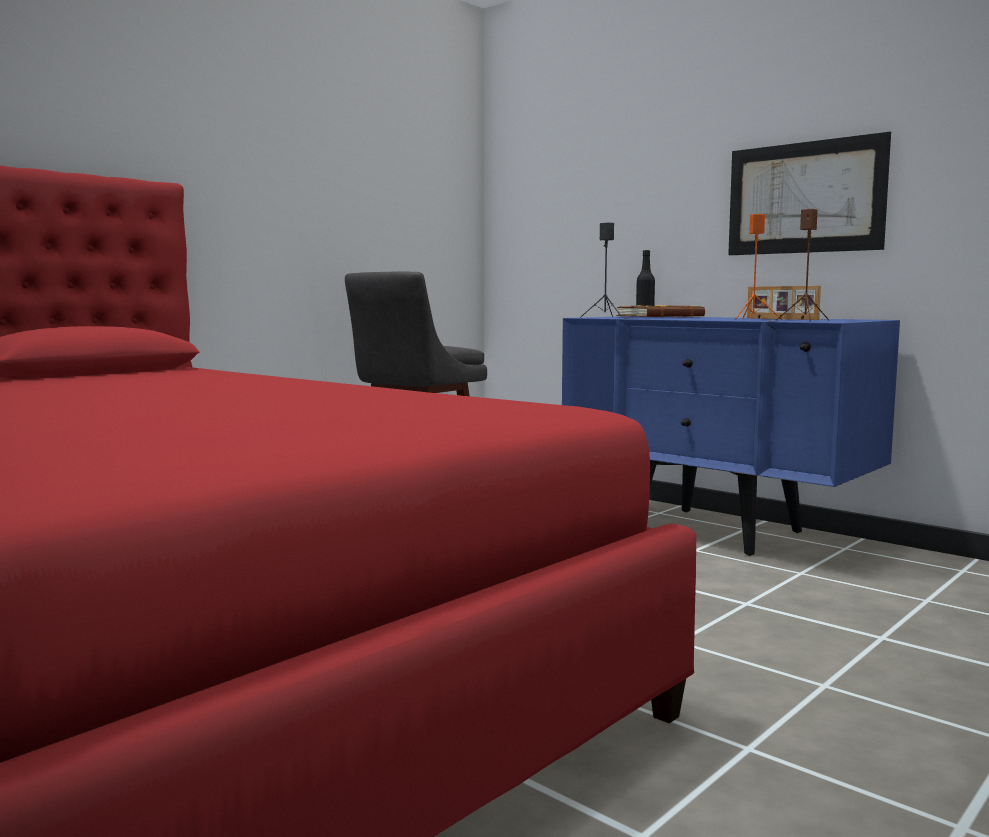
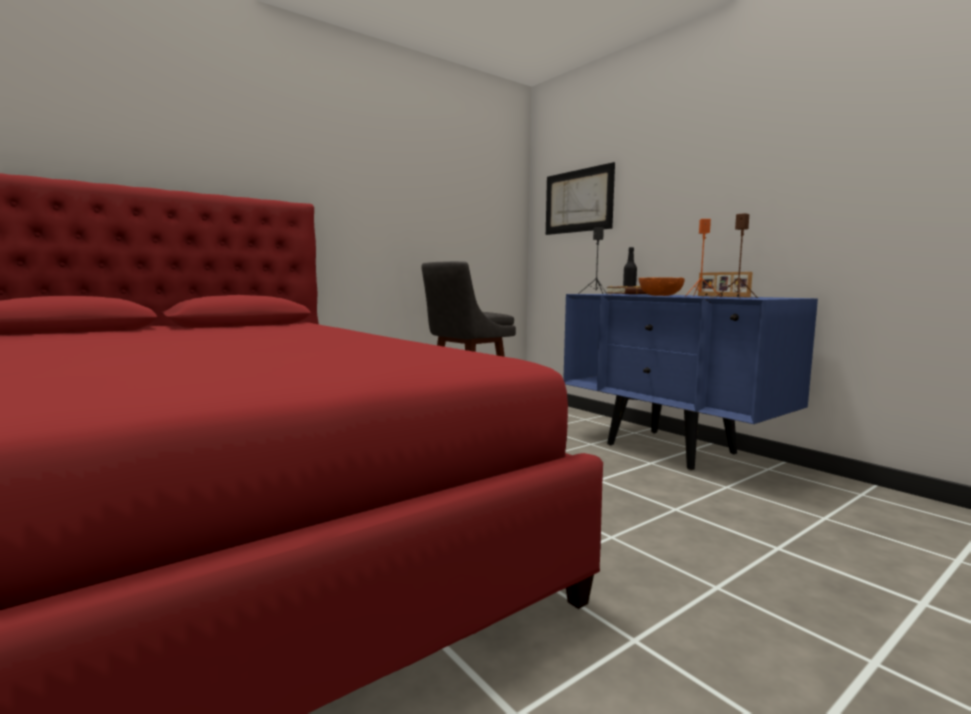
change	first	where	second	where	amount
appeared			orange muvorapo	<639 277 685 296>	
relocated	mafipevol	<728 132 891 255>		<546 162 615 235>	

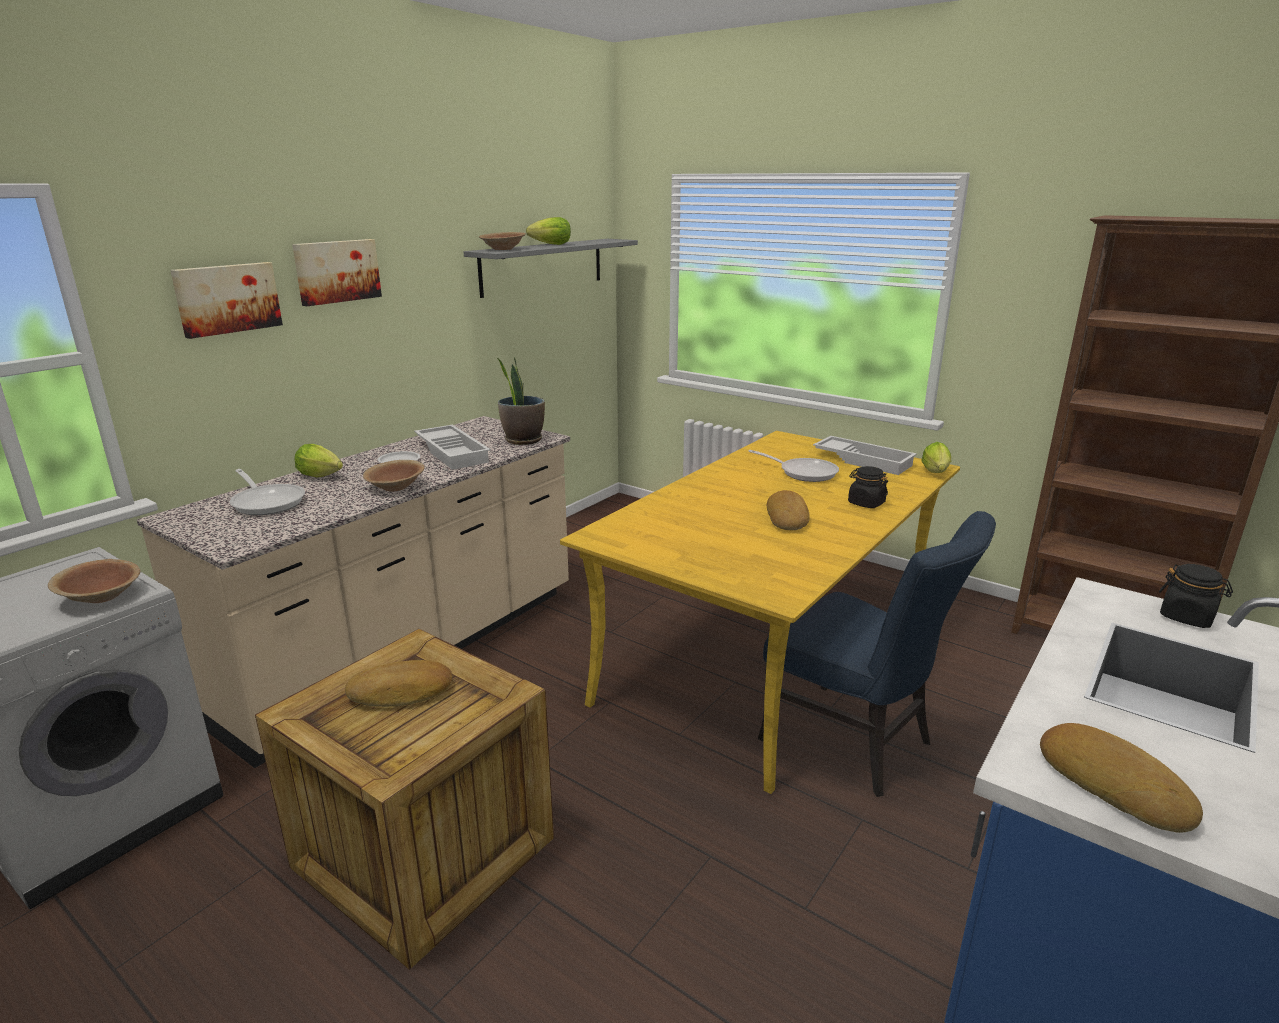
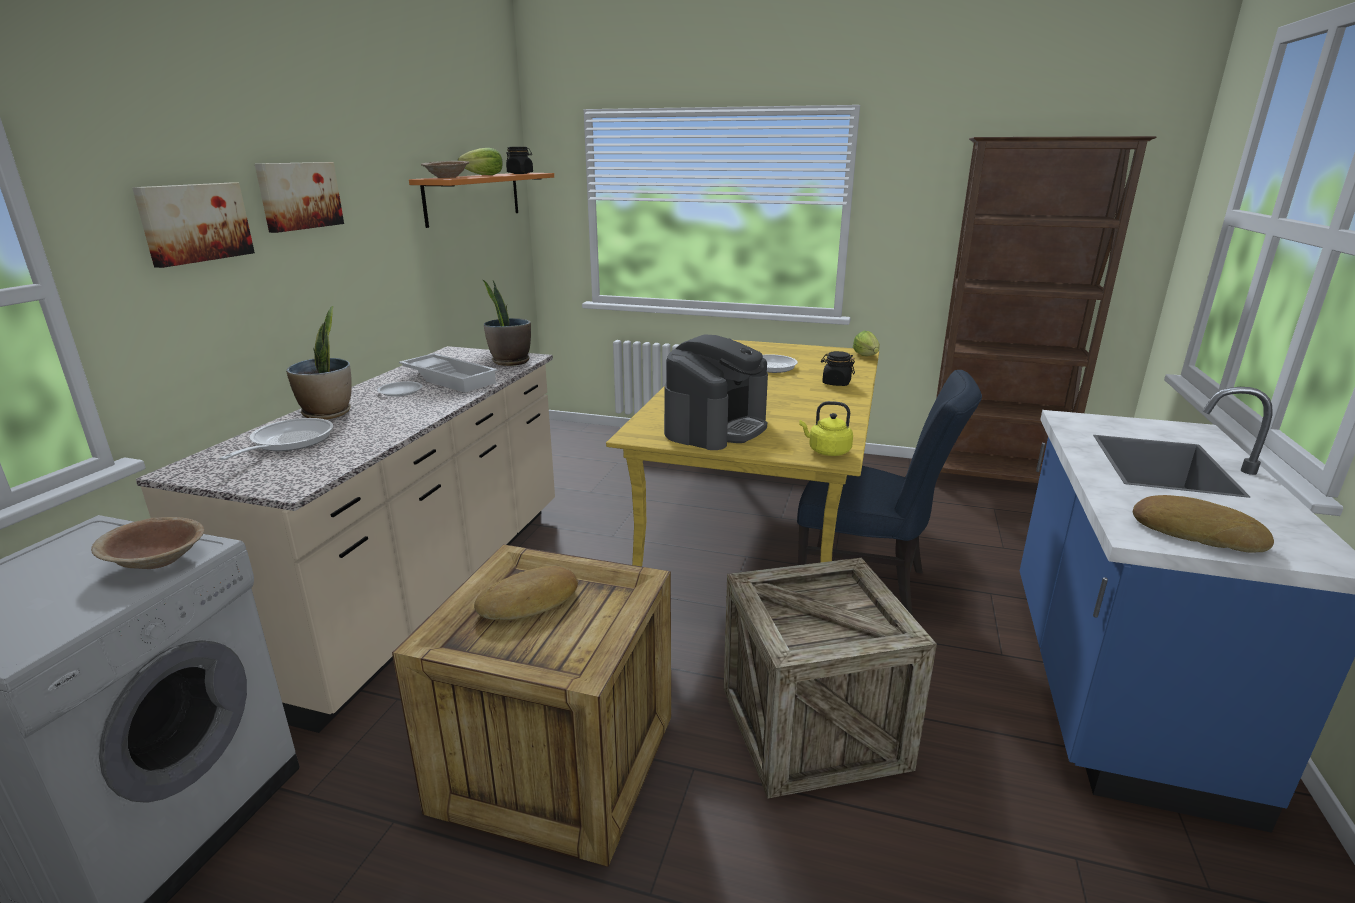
change	first	where	second	where	amount
missing	brown muvorapo	<363 460 425 491>			
missing	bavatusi	<767 490 810 530>			
missing	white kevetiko	<813 436 917 475>			
appeared			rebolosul	<664 334 768 450>	
appeared			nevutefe	<724 558 937 798>	
appeared			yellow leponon	<799 401 853 456>	
relocated	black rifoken	<1159 564 1233 628>		<506 147 533 174>	
exchanged	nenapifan	<294 444 343 478>	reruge	<286 306 352 420>	
colour	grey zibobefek	<464 239 638 298>	orange zibobefek	<409 173 554 228>	
spun	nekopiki	<230 469 305 515>		<219 418 333 460>	105 degrees counterclockwise

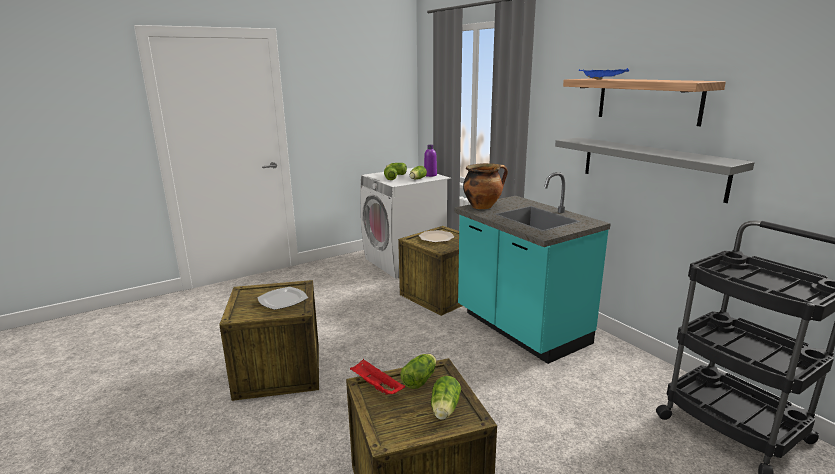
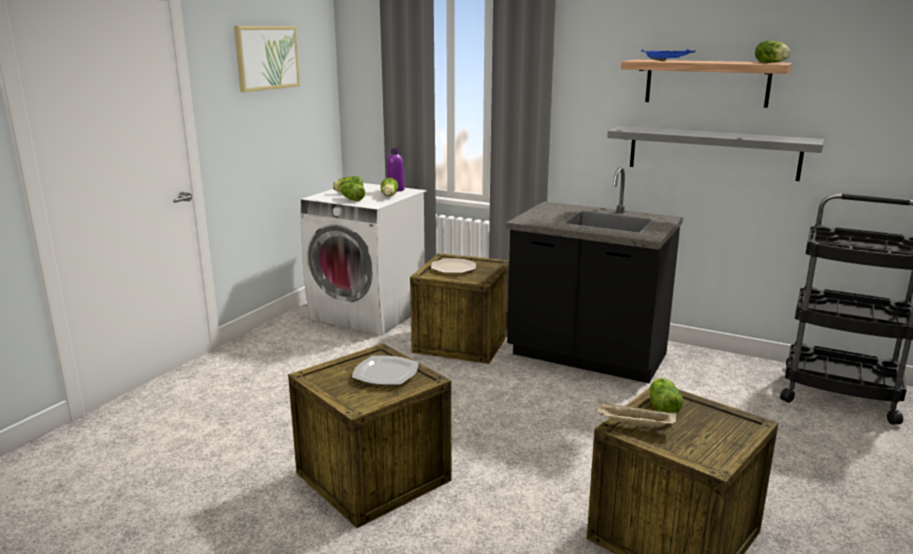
change	first	where	second	where	amount
missing	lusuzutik	<463 163 508 209>			
appeared			mafipevol	<234 26 300 92>	
relocated	nenapifan	<431 376 461 420>		<755 40 791 63>	
colour	red kevetiko	<350 359 405 395>	beige kevetiko	<598 402 677 429>	
colour	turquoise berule	<454 172 611 364>	black berule	<506 167 683 383>	

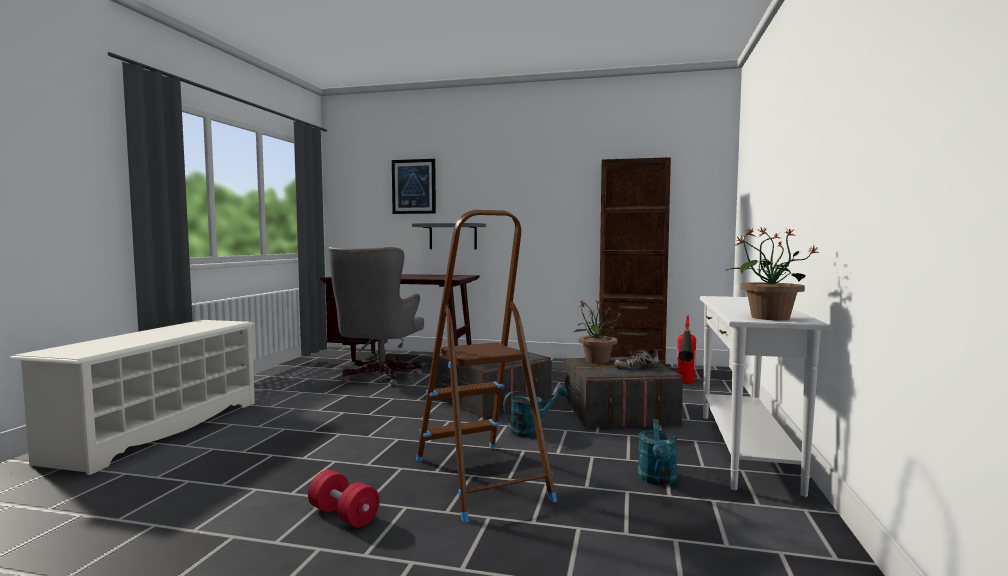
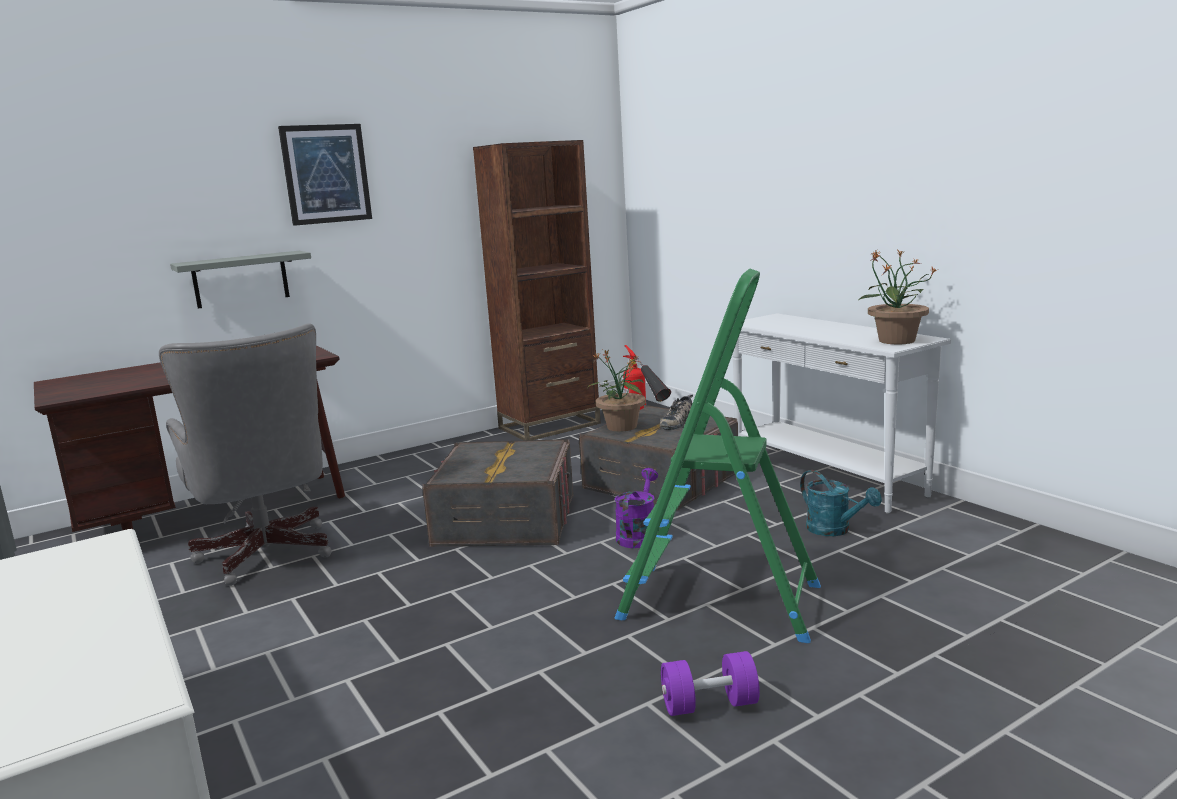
change	first	where	second	where	amount
relocated	mafipevol	<392 159 436 214>		<278 124 372 226>	
colour	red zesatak	<308 470 380 528>	purple zesatak	<661 651 760 716>	
colour	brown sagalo	<416 210 557 523>	green sagalo	<615 269 821 643>	
colour	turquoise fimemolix	<503 385 568 437>	purple fimemolix	<615 468 658 548>	

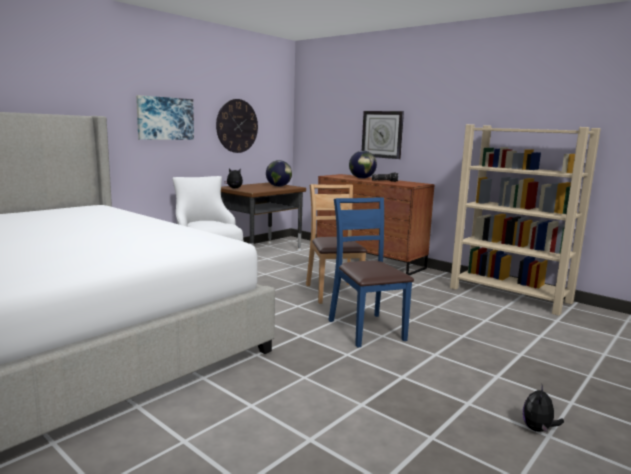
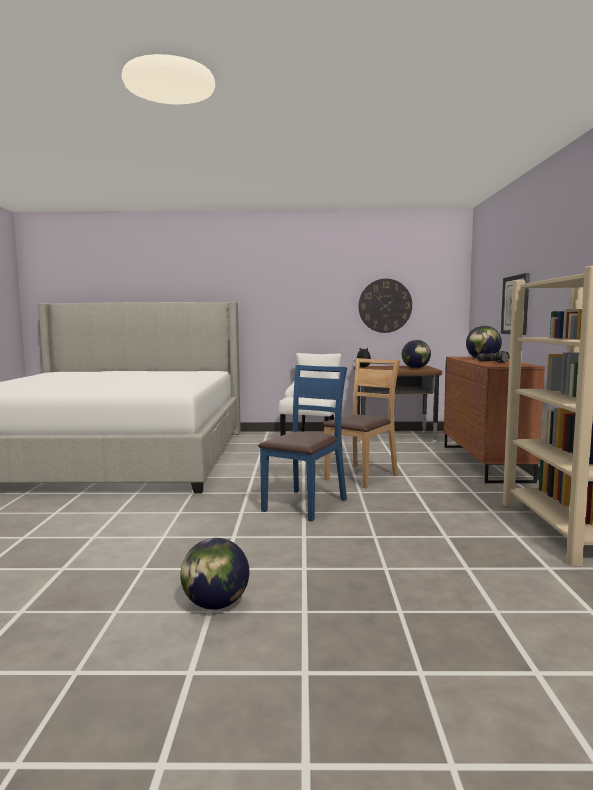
change	first	where	second	where	amount
missing	mafipevol	<136 95 194 140>			
exchanged	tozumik	<523 385 564 433>	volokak	<180 538 249 610>	

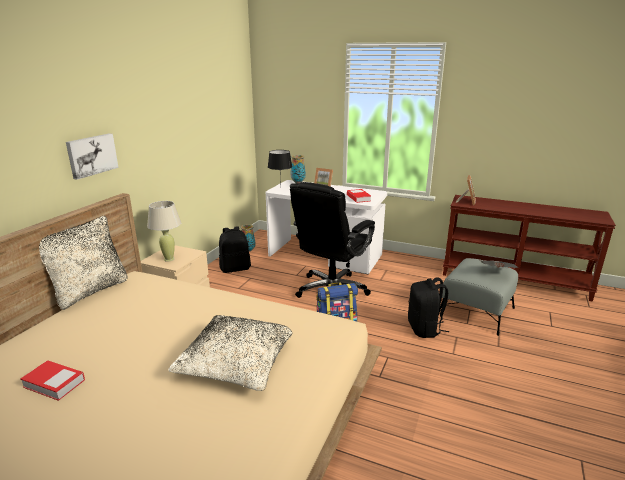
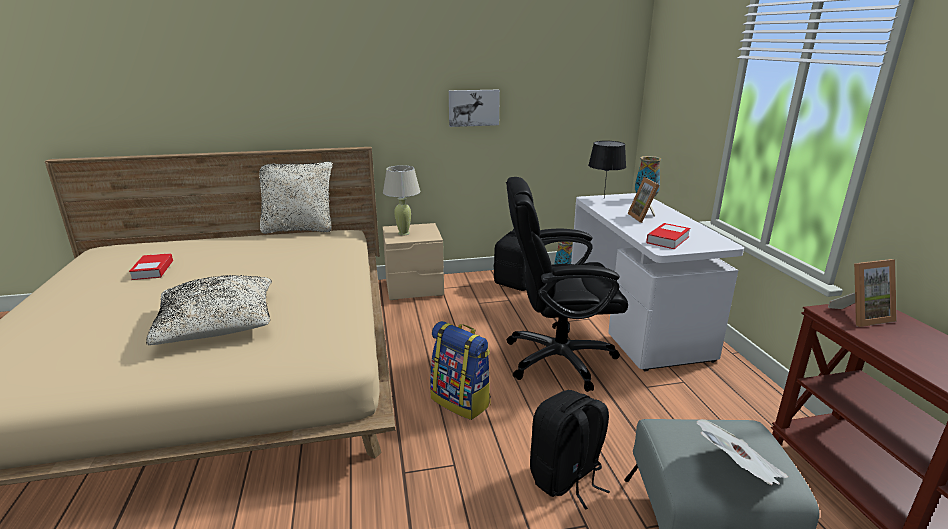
change	first	where	second	where	amount
relocated	mafipevol	<66 133 119 180>		<449 90 500 127>	

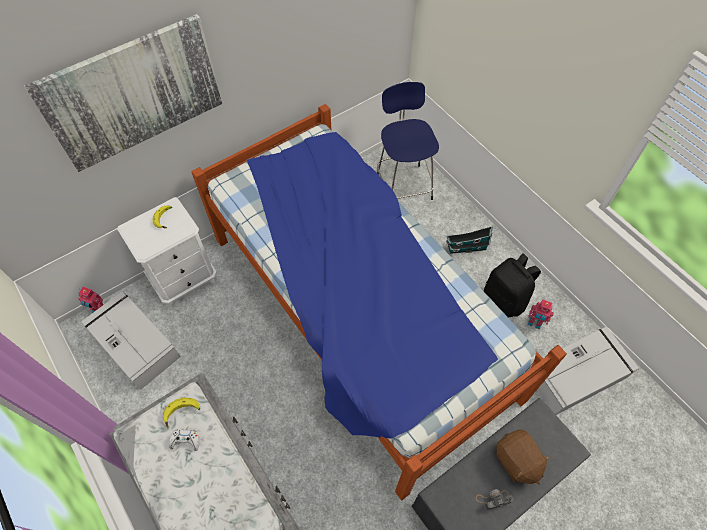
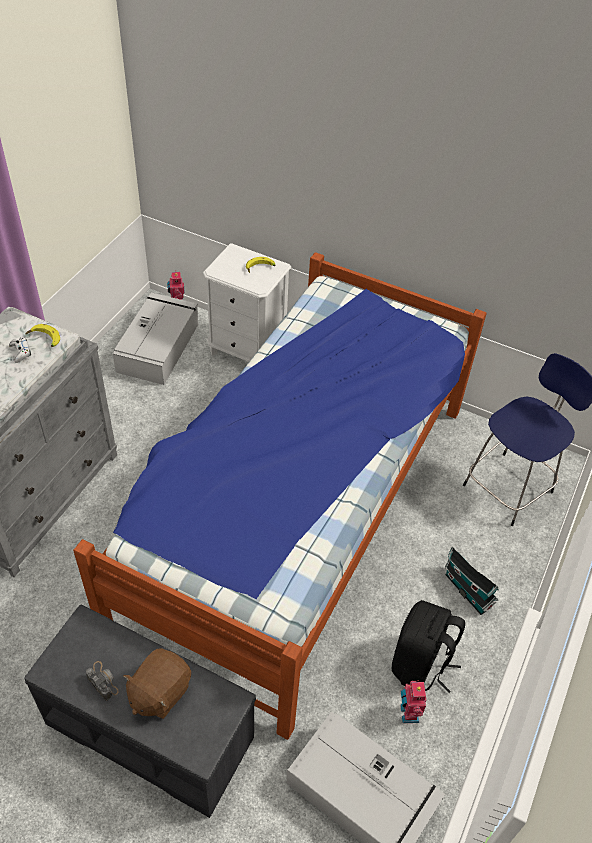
change	first	where	second	where	amount
missing	mafipevol	<24 14 222 172>			

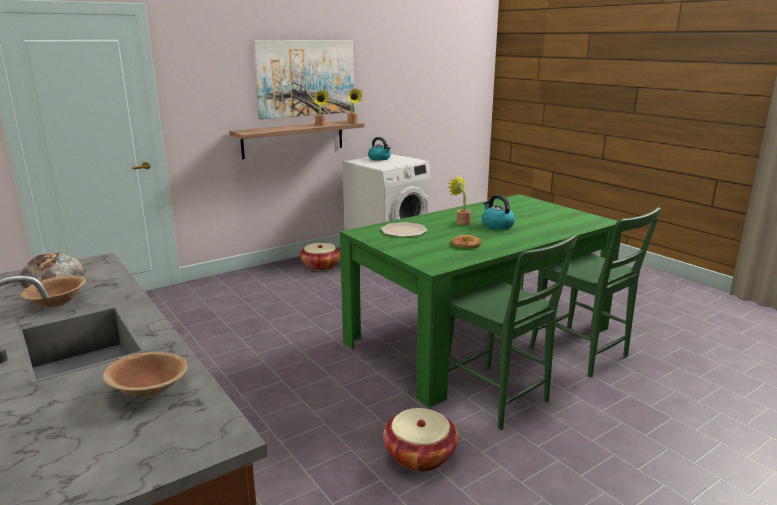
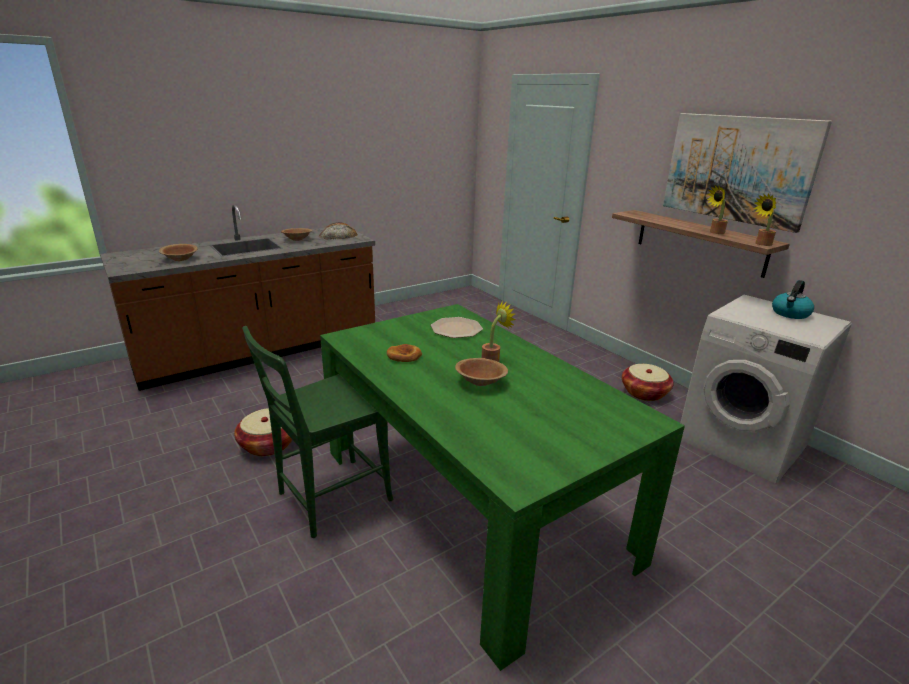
change	first	where	second	where	amount
missing	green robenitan	<529 207 661 377>			
exchanged	leponon	<482 195 515 230>	brown muvorapo	<455 358 508 386>	

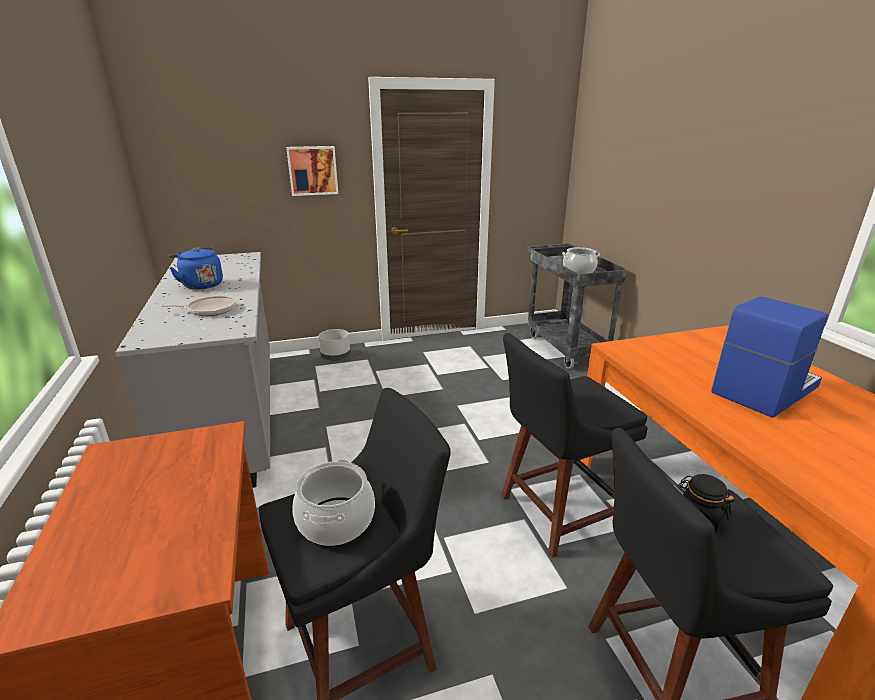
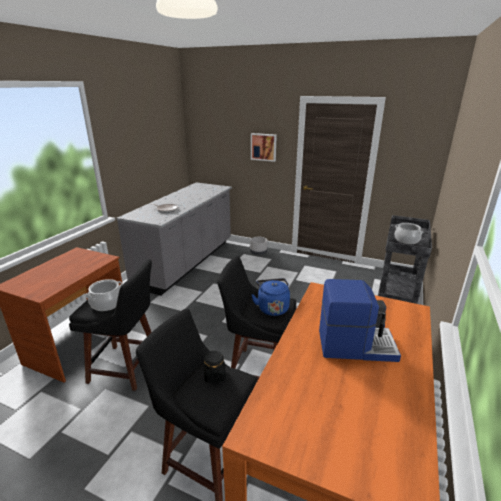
change	first	where	second	where	amount
relocated	blue leponon	<169 247 223 289>		<251 278 290 316>	

